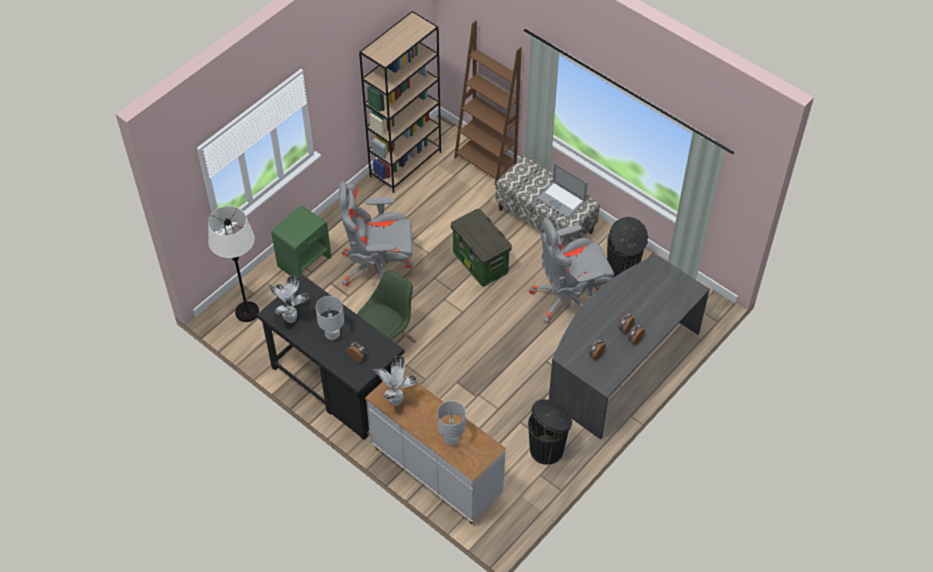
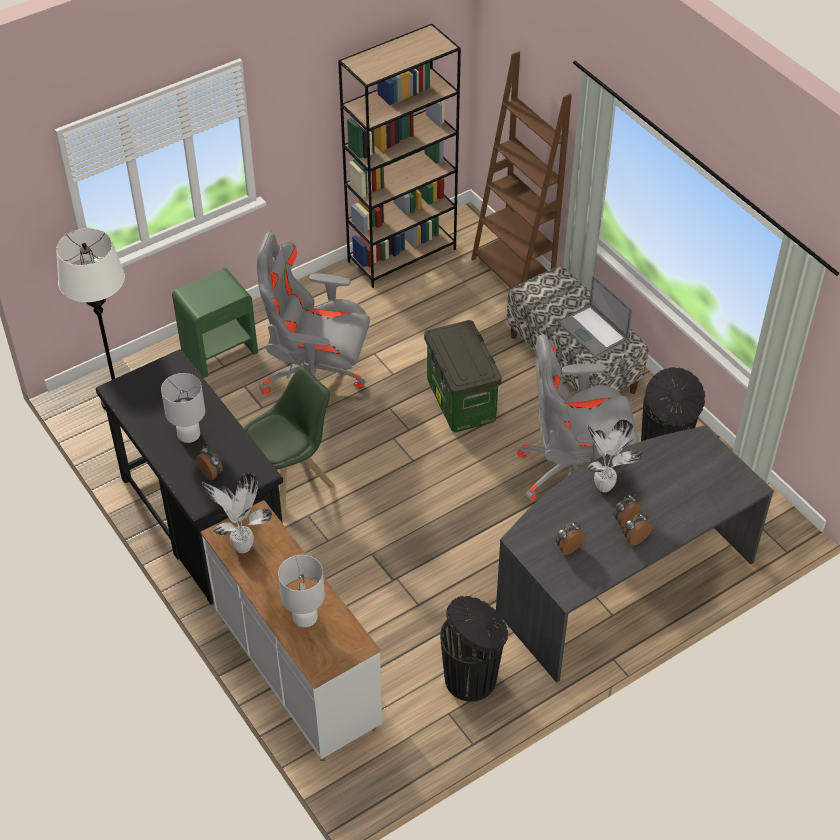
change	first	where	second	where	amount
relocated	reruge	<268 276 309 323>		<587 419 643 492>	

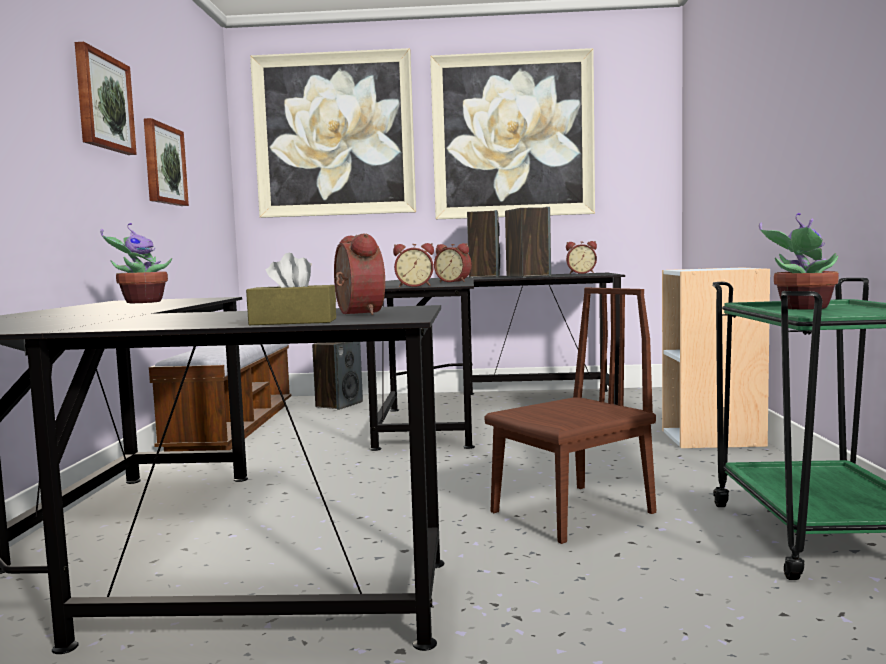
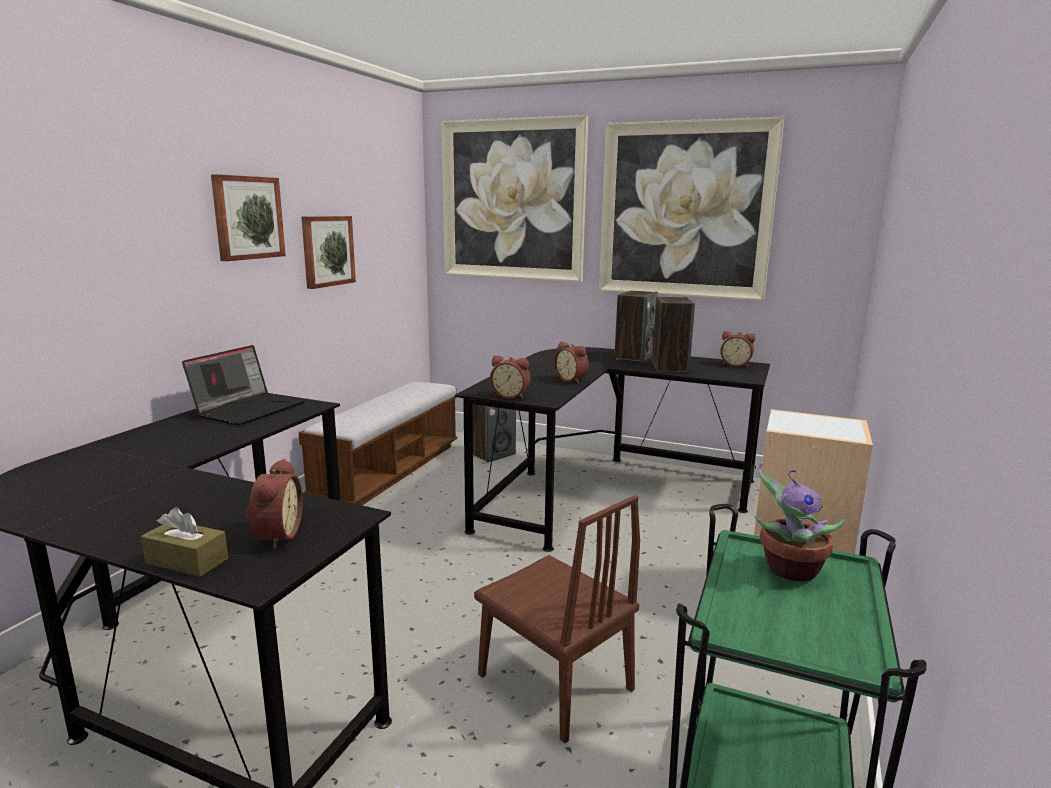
change	first	where	second	where	amount
exchanged	reruge	<100 223 172 303>	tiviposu	<182 345 305 425>	
spun	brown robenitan	<485 288 656 544>		<474 495 640 743>	60 degrees clockwise

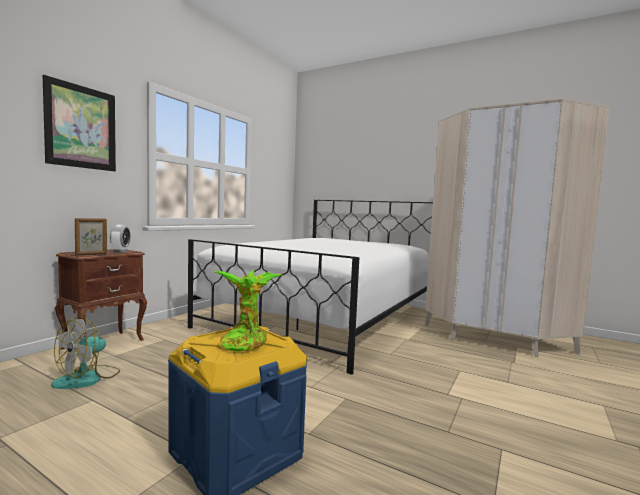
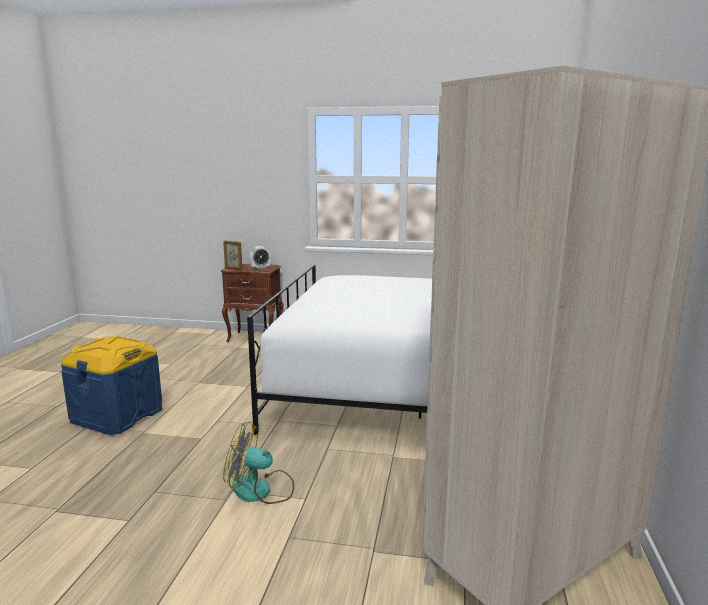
change	first	where	second	where	amount
missing	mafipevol	<43 75 116 172>			
missing	reruge	<215 270 282 351>			
relocated	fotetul	<51 316 120 389>		<223 421 294 504>	

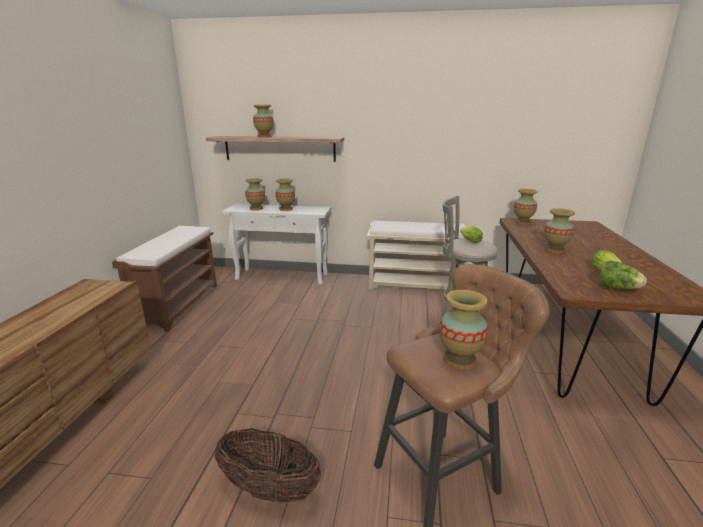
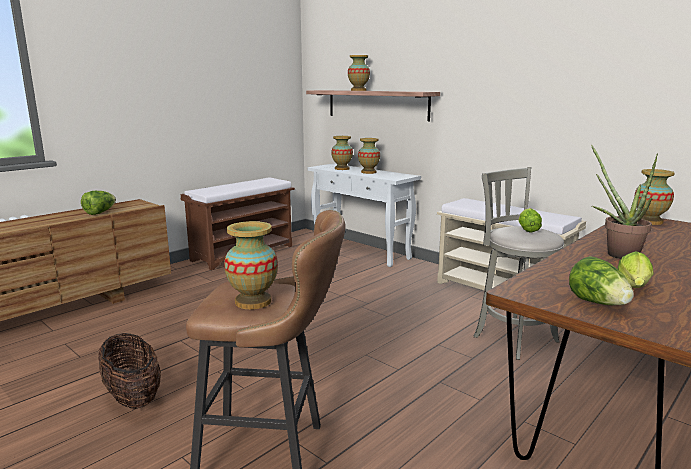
change	first	where	second	where	amount
appeared			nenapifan	<81 191 116 215>	
exchanged	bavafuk	<544 208 575 253>	reruge	<591 145 658 259>	

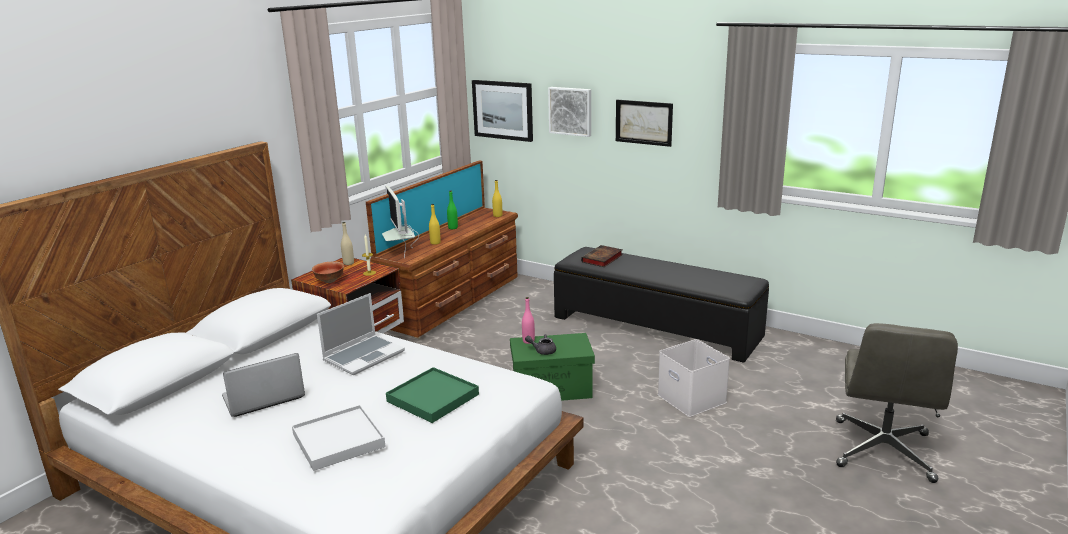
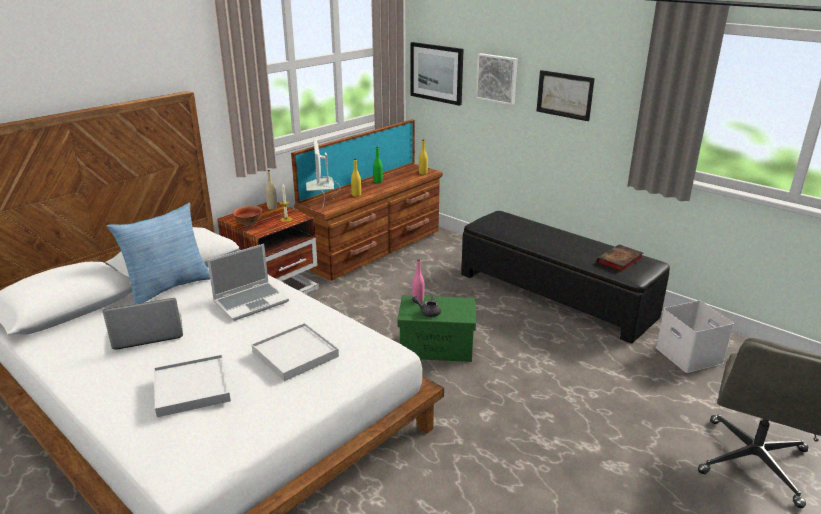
change	first	where	second	where	amount
appeared			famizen	<107 203 210 304>	
relocated	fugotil	<581 245 623 267>		<597 244 643 272>	
relocated	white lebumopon	<658 339 730 417>		<656 301 734 373>	
colour	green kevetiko	<386 367 479 423>	white kevetiko	<252 323 339 381>	

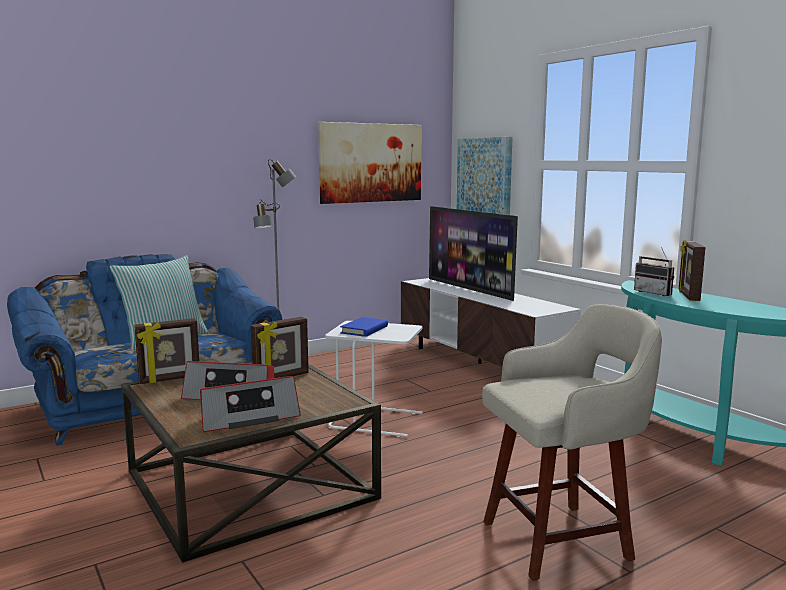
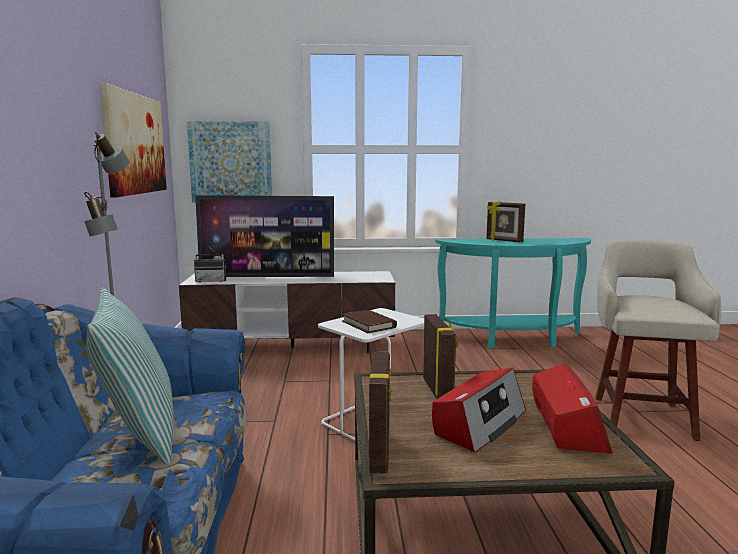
change	first	where	second	where	amount
relocated	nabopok	<634 247 674 296>		<194 247 227 282>	
colour	blue fugotil	<340 317 388 337>	brown fugotil	<342 310 397 333>	

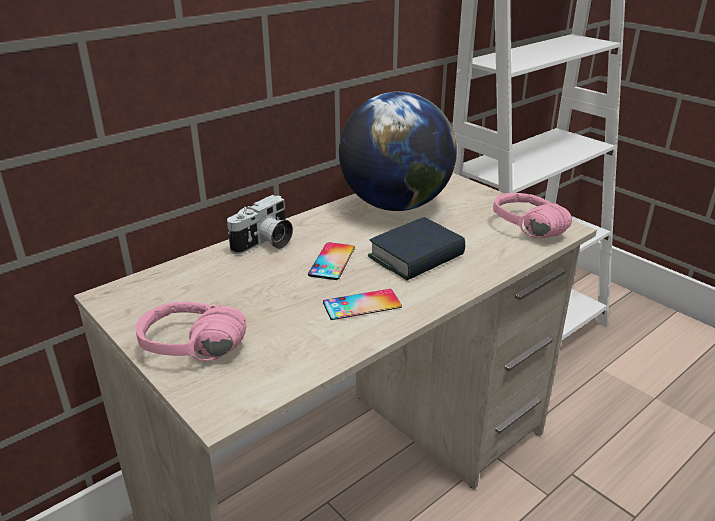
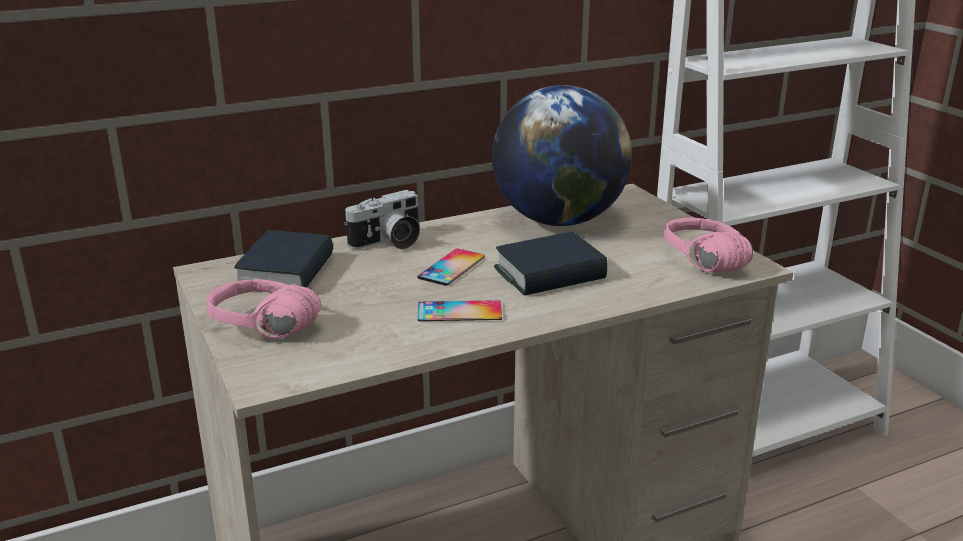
change	first	where	second	where	amount
appeared			fugotil	<234 230 333 292>	

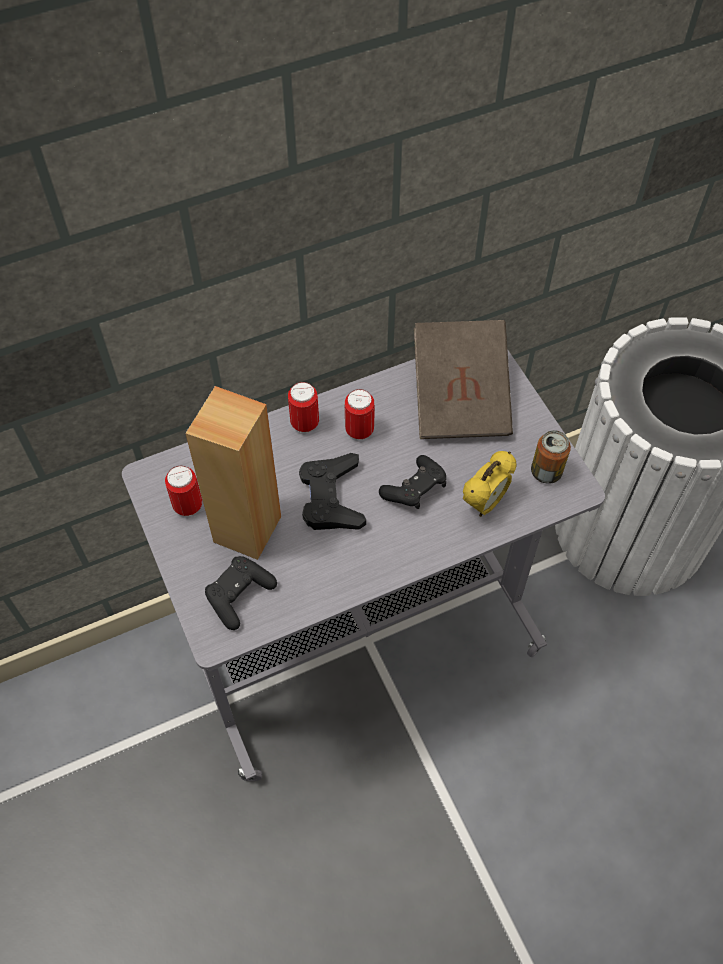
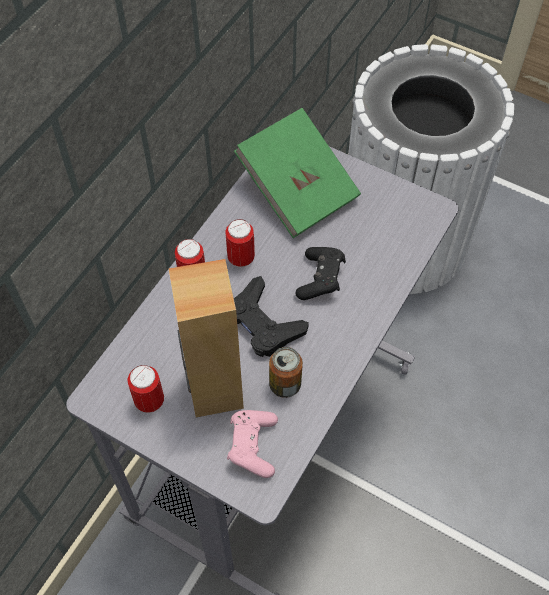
change	first	where	second	where	amount
missing	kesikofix	<463 451 517 517>			
relocated	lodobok	<531 430 571 484>		<269 347 303 398>	
colour	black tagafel	<205 556 277 630>	pink tagafel	<227 410 278 478>	
colour	brown fugotil	<414 320 513 439>	green fugotil	<234 108 361 238>	

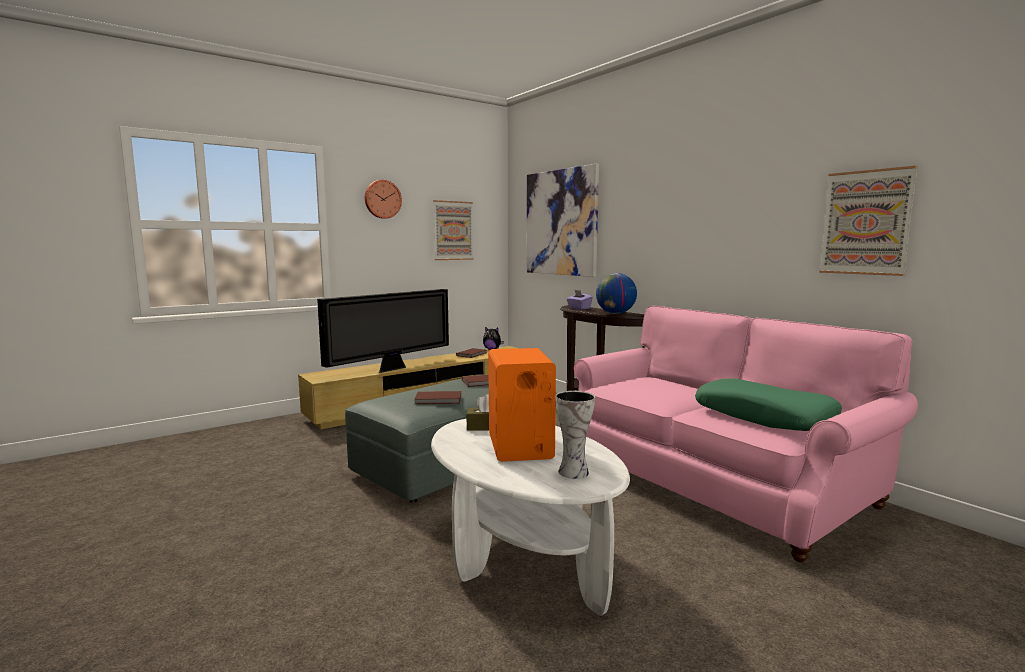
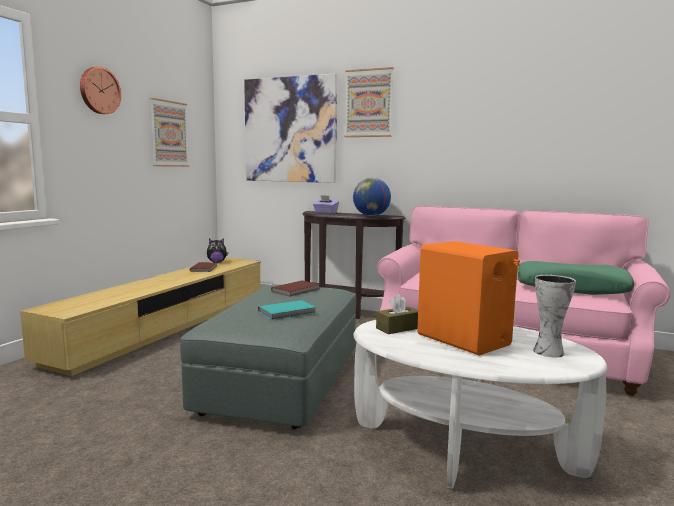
change	first	where	second	where	amount
missing	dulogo	<317 289 449 373>			
relocated	mafipevol	<819 166 918 276>		<344 67 394 137>	
colour	brown fugotil	<414 391 461 404>	turquoise fugotil	<258 300 316 320>	

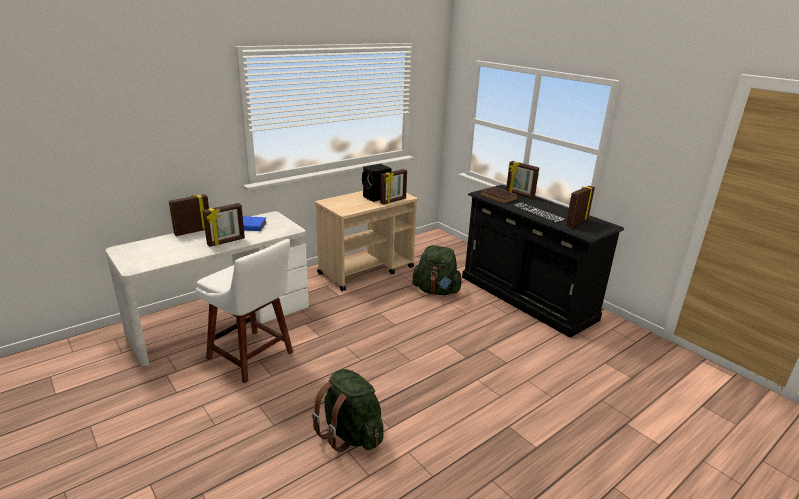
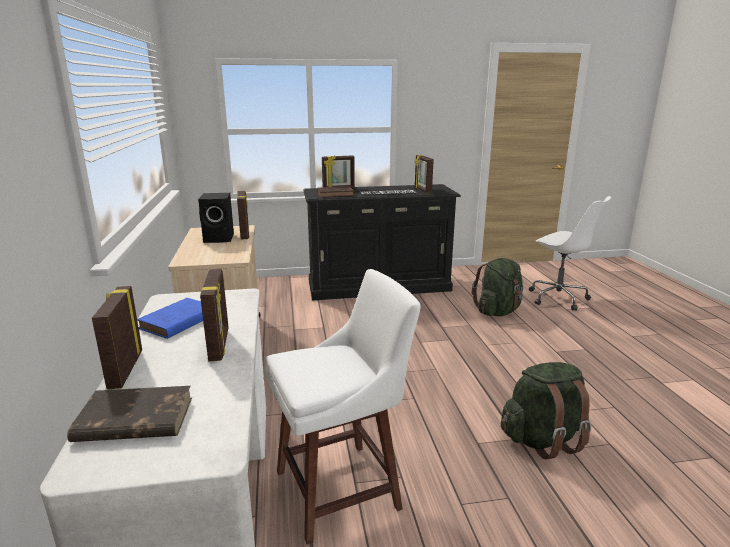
change	first	where	second	where	amount
appeared			brown fugotil	<67 386 192 442>	
appeared			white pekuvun	<528 196 611 310>	
relocated	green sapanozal	<412 245 463 295>		<472 258 523 316>	

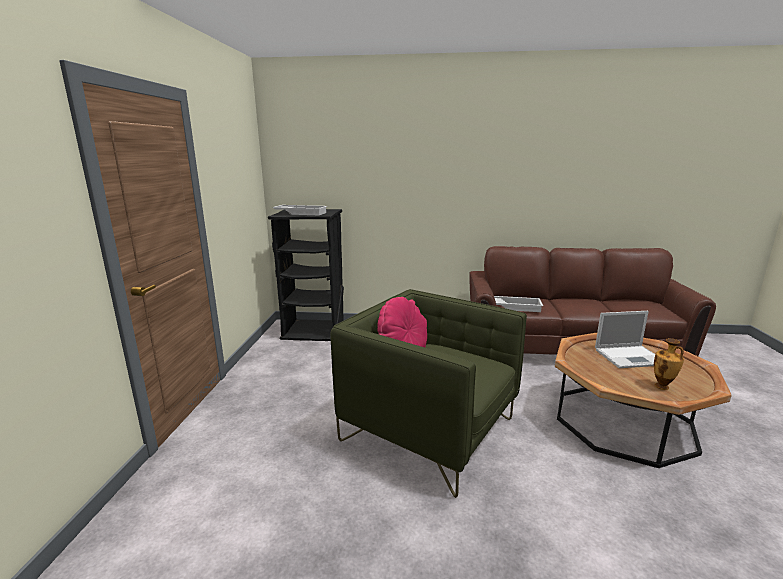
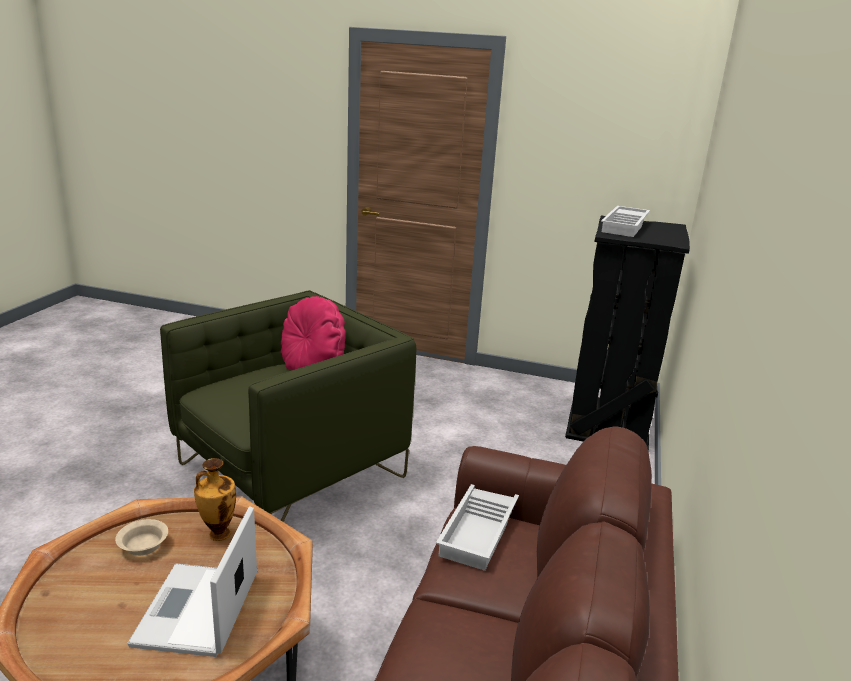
change	first	where	second	where	amount
appeared			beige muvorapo	<115 519 168 556>	
relocated	bavafuk	<654 338 684 390>		<194 458 236 541>	

